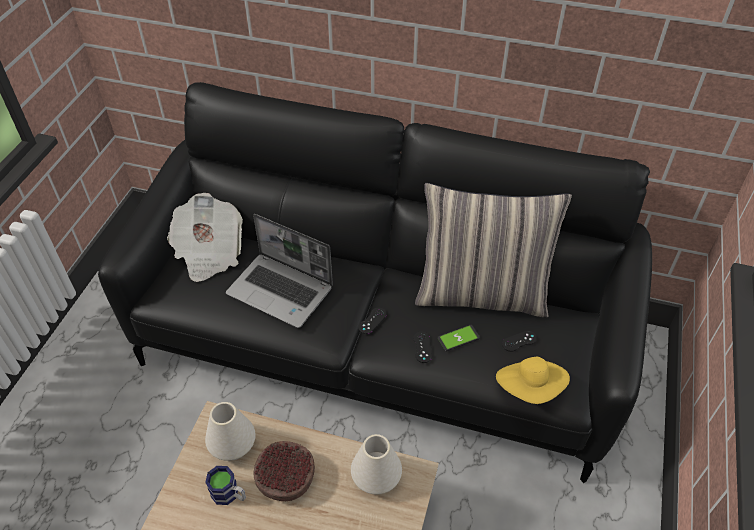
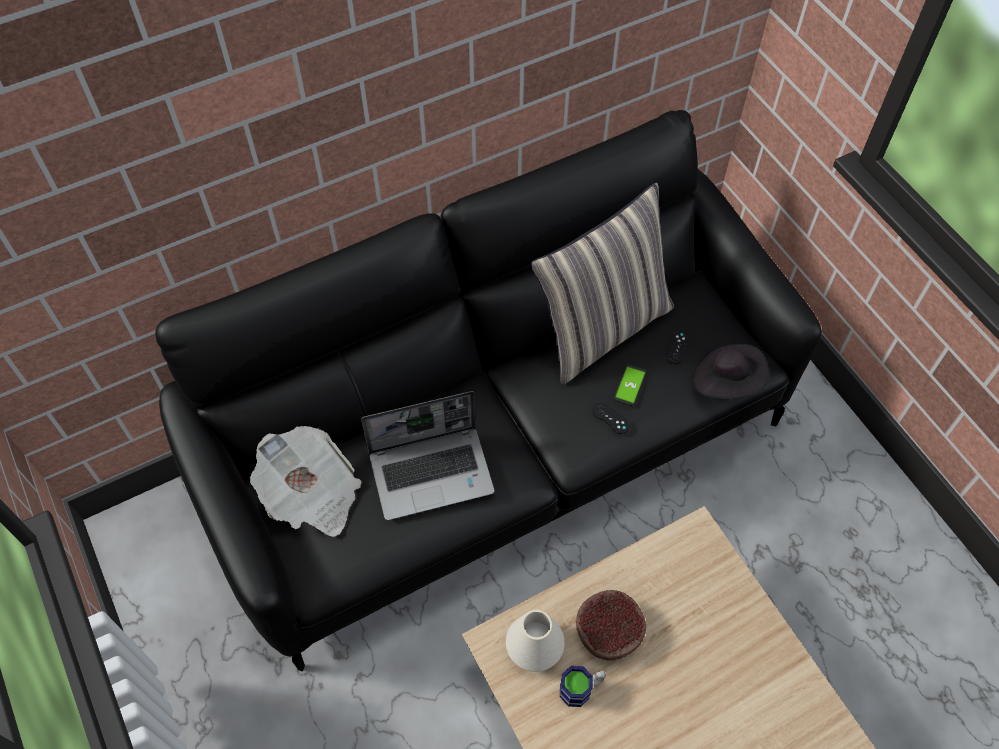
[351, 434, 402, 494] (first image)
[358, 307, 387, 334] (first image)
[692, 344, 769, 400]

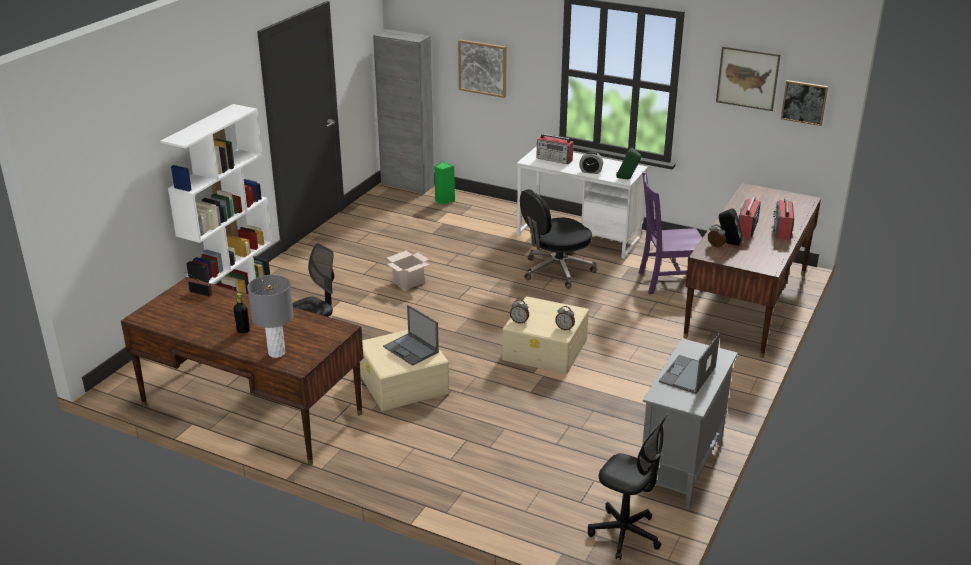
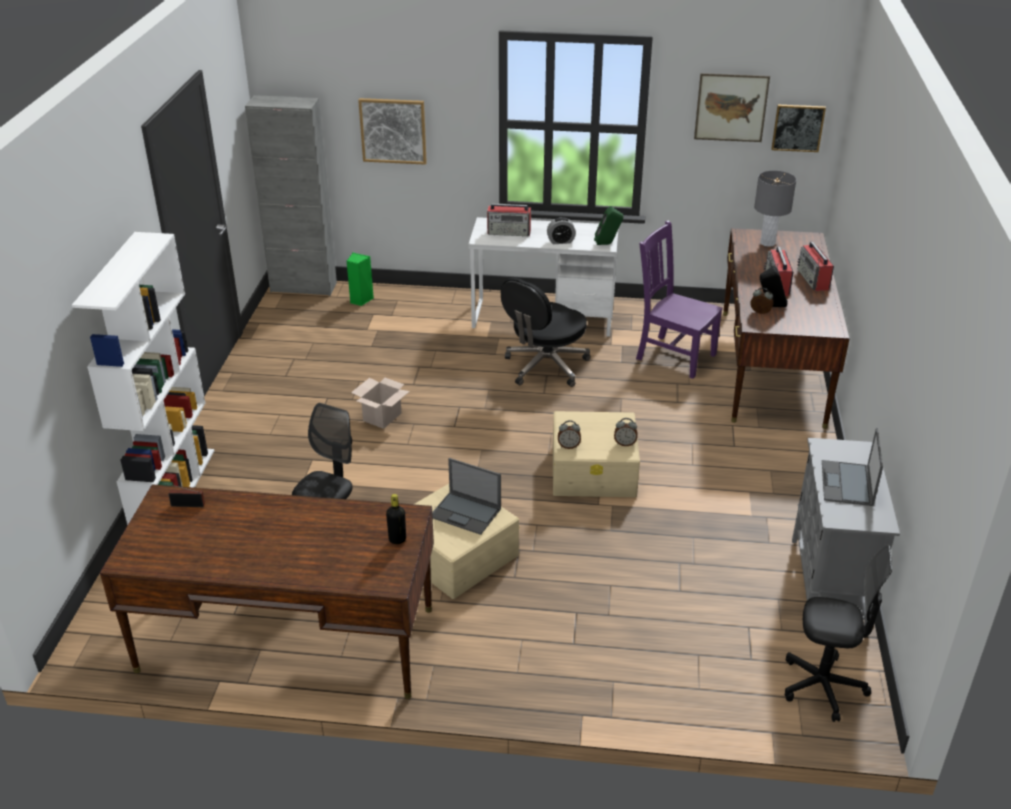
[386, 494, 406, 544]
[754, 170, 797, 247]
[636, 220, 723, 379]

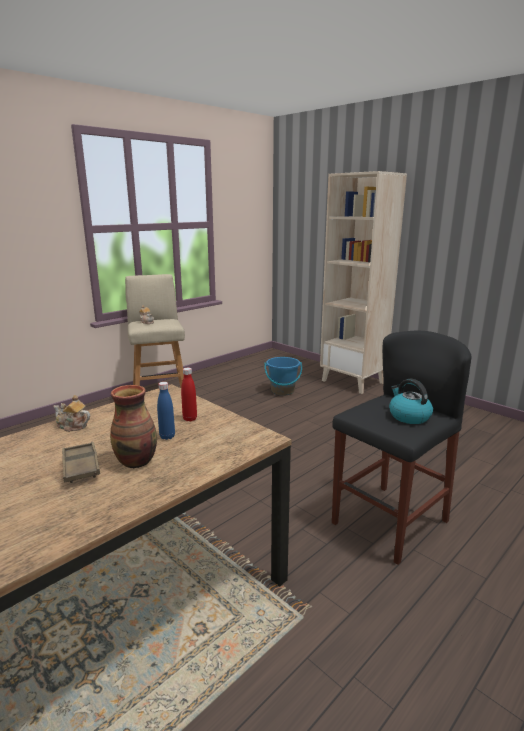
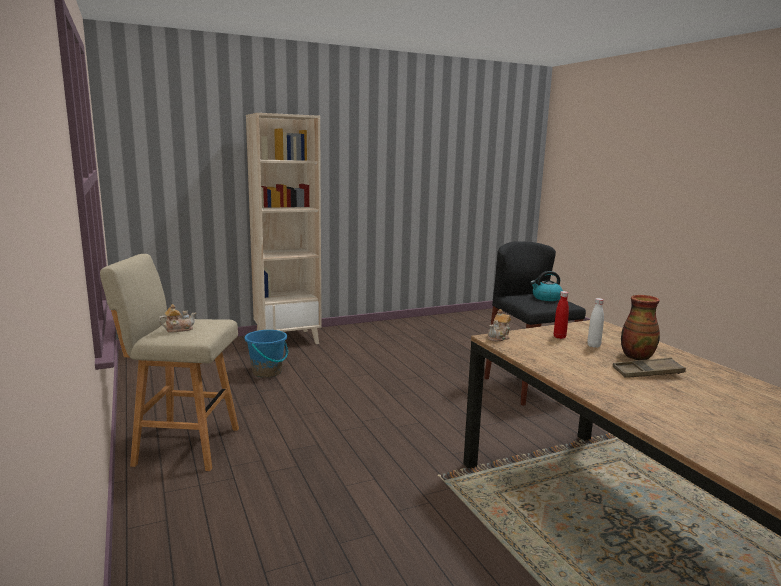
[487, 309, 511, 342]
[587, 298, 604, 348]

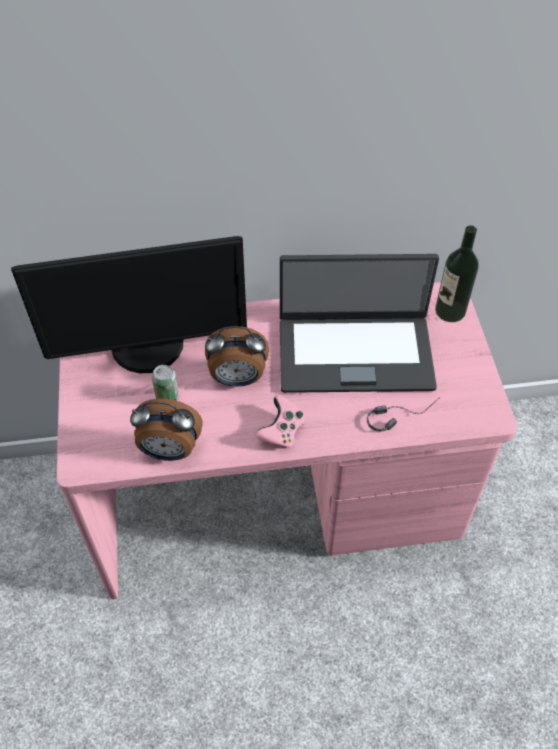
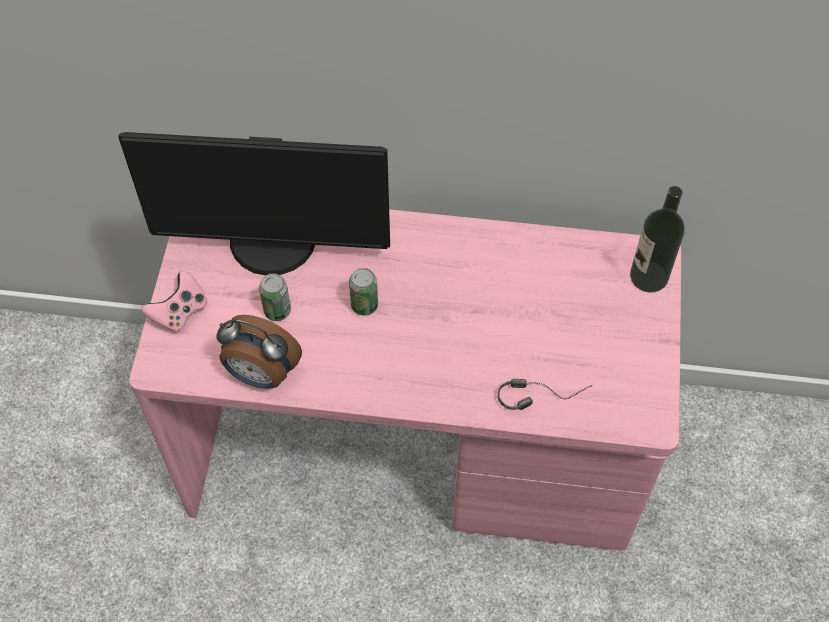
[349, 268, 378, 316]
[141, 270, 208, 332]
[280, 254, 439, 393] (first image)

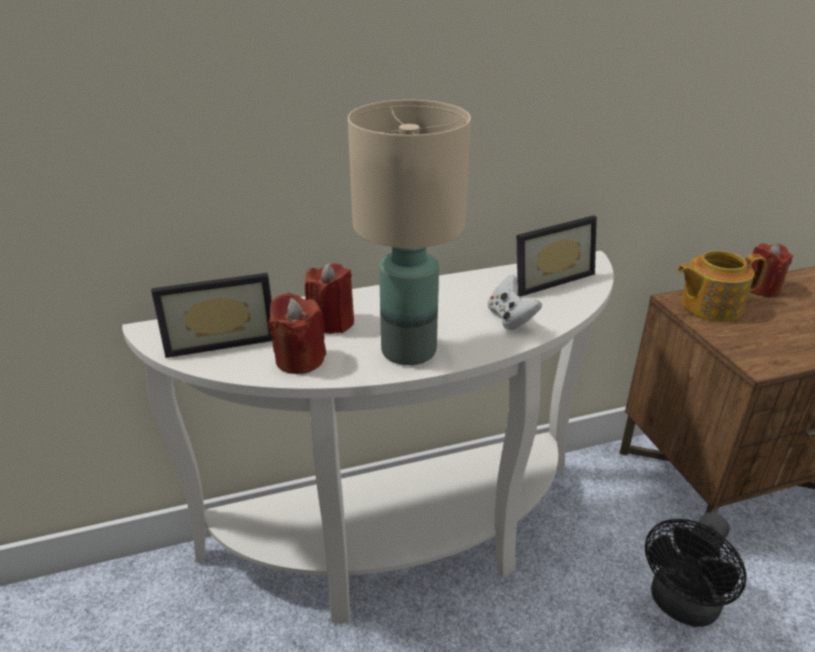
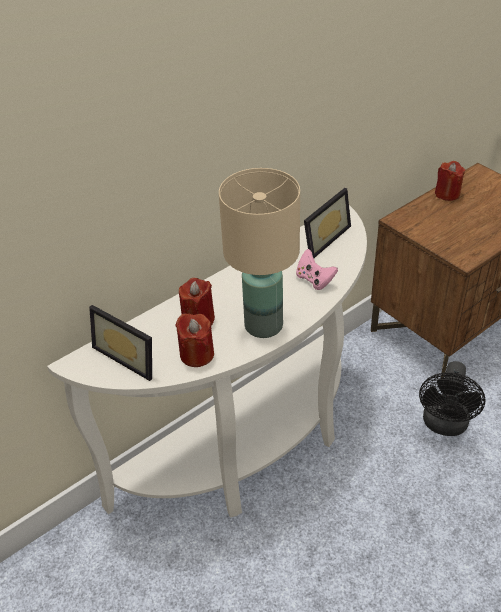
[89, 305, 152, 381]
[296, 249, 338, 290]
[677, 250, 766, 322] (first image)

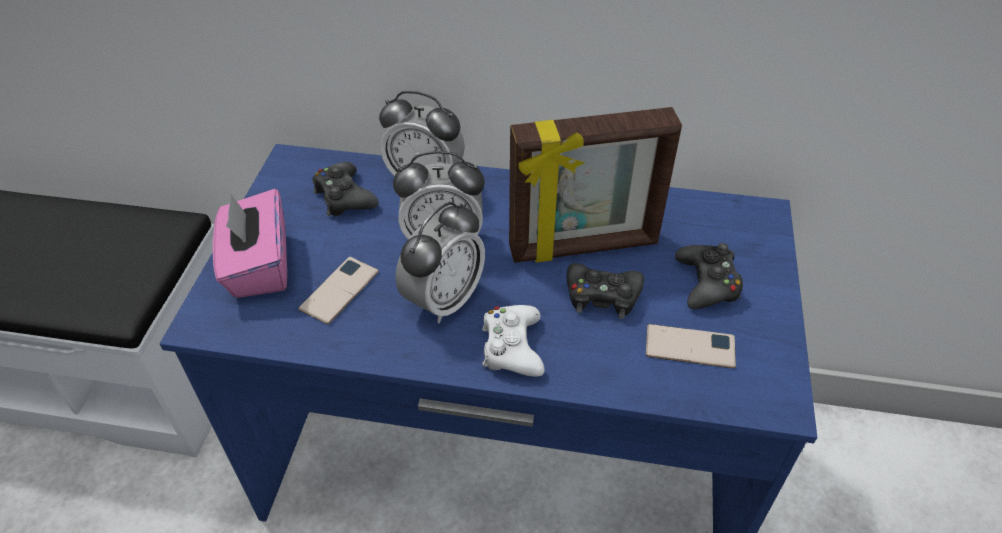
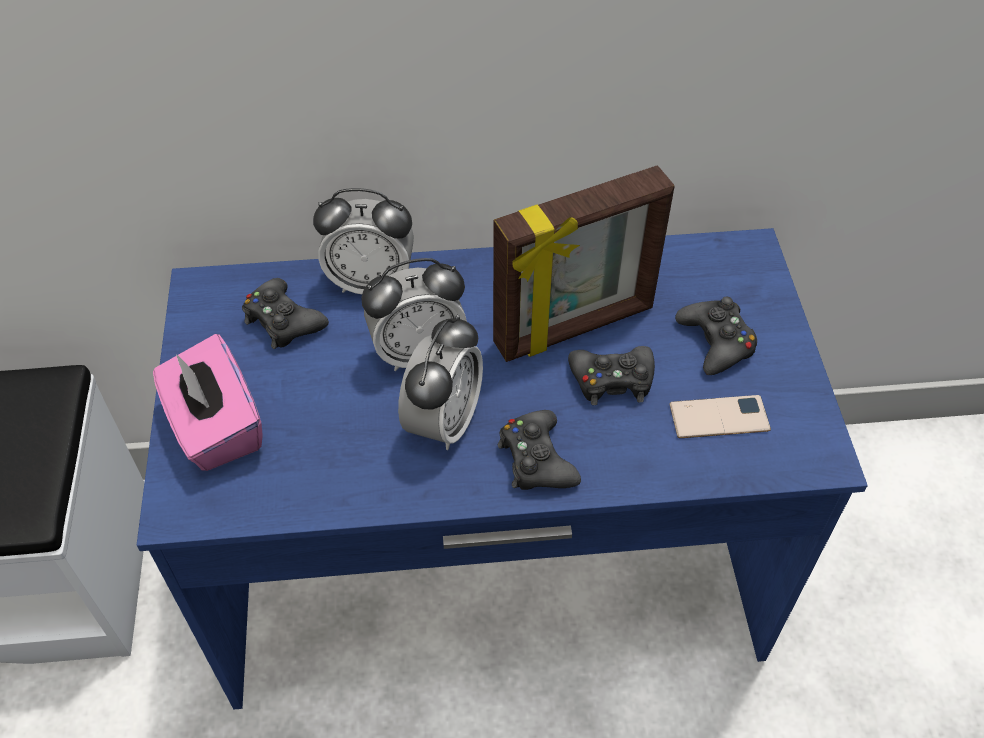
[298, 257, 379, 324] (first image)
[498, 410, 581, 490]

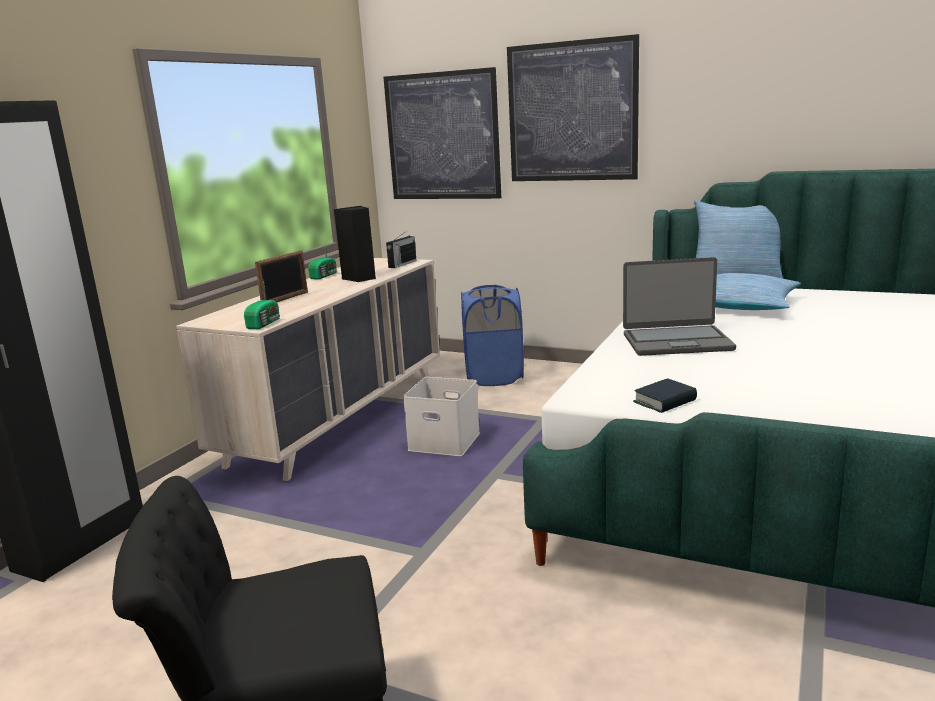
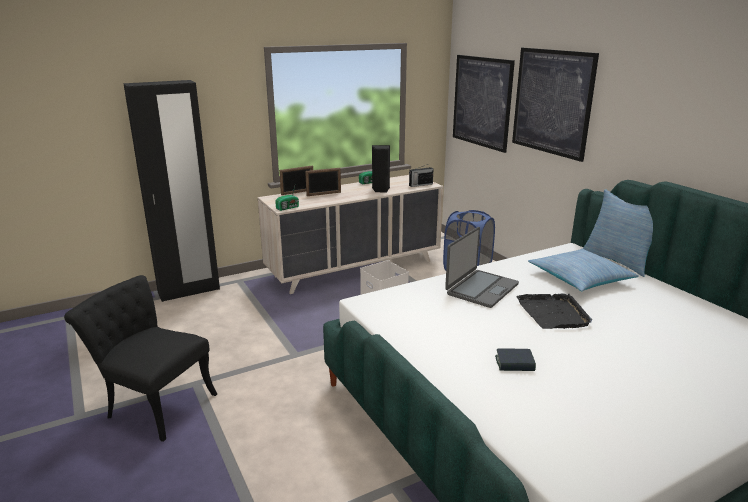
[445, 227, 519, 308]
[495, 348, 536, 371]
[279, 165, 313, 195]
[516, 293, 592, 329]

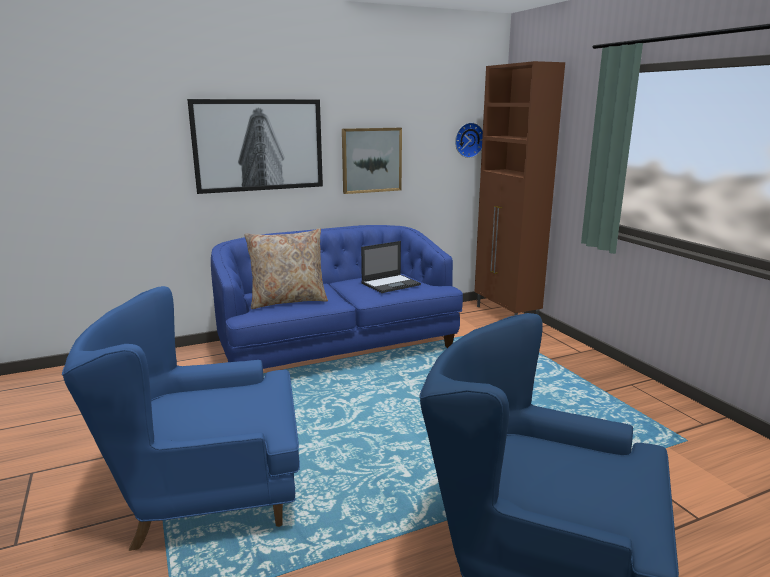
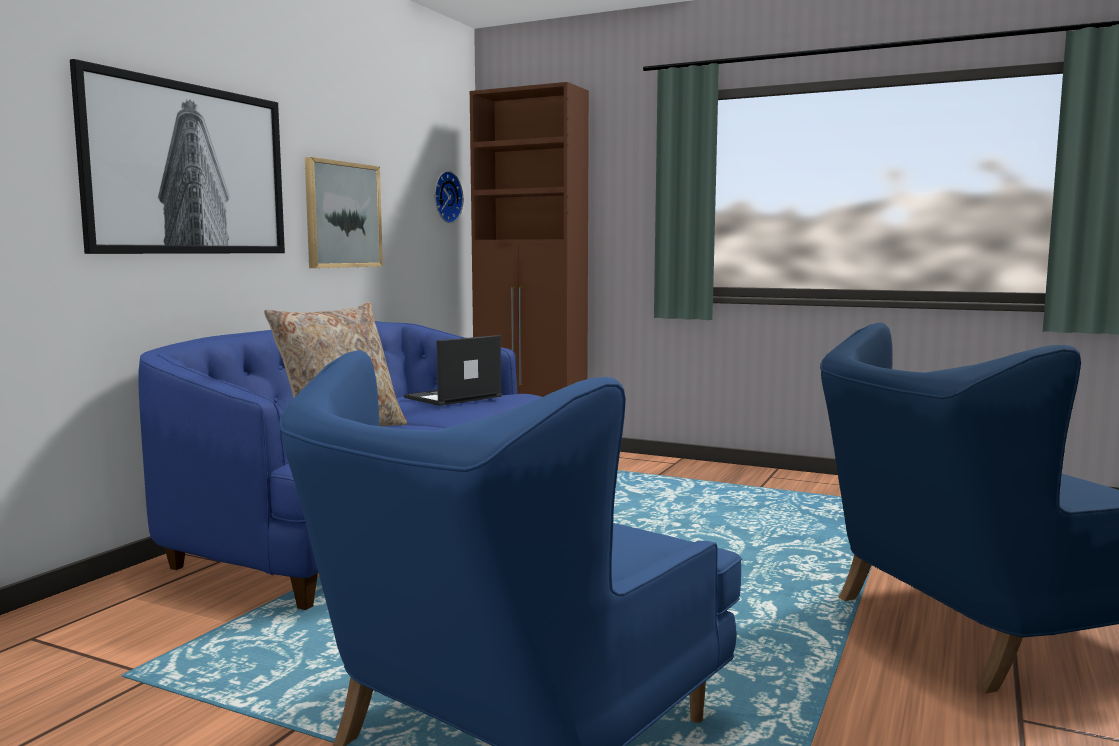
[404, 335, 502, 406]

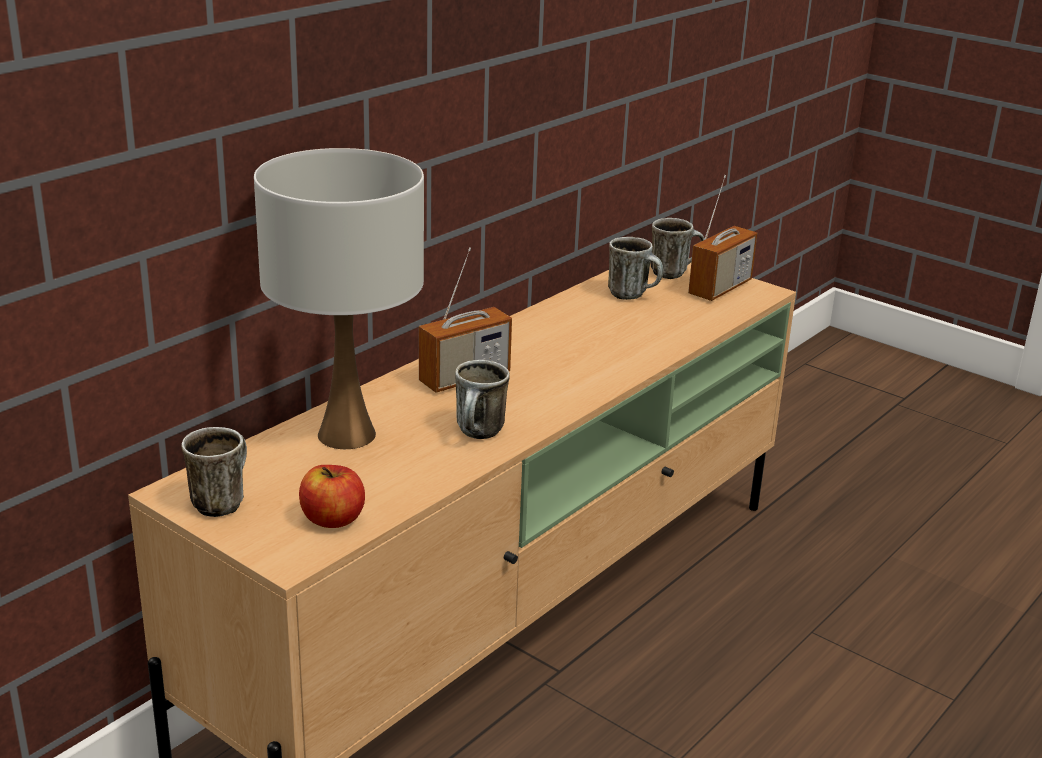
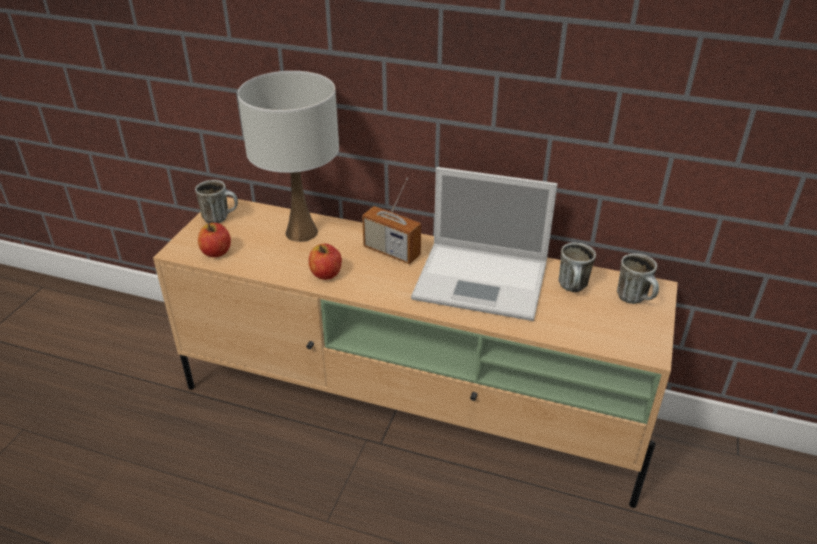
[309, 244, 342, 280]
[688, 175, 757, 301] (first image)
[411, 167, 558, 321]

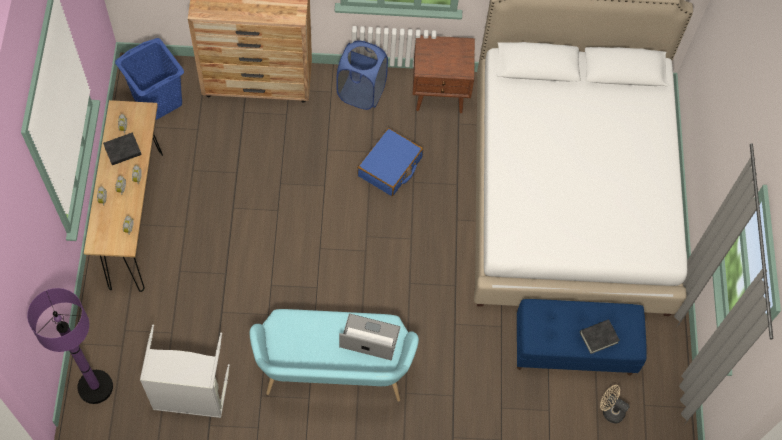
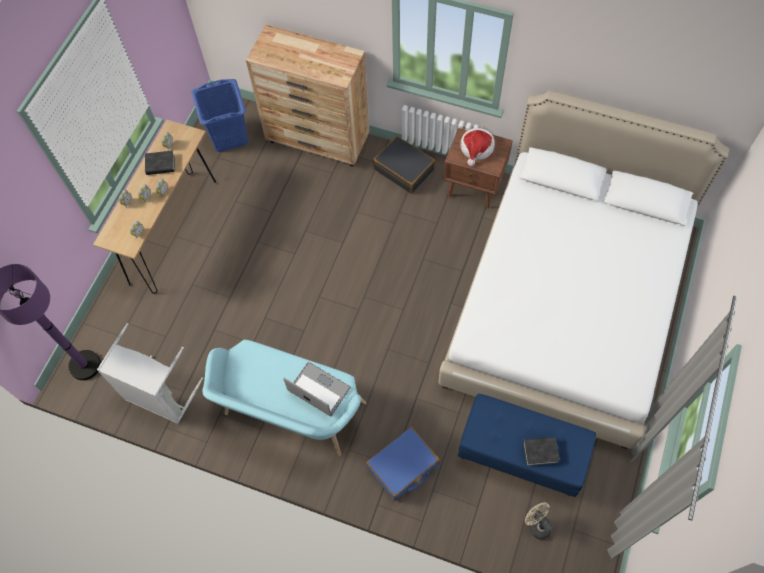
[373, 136, 435, 194]
[366, 426, 440, 501]
[460, 128, 495, 166]

